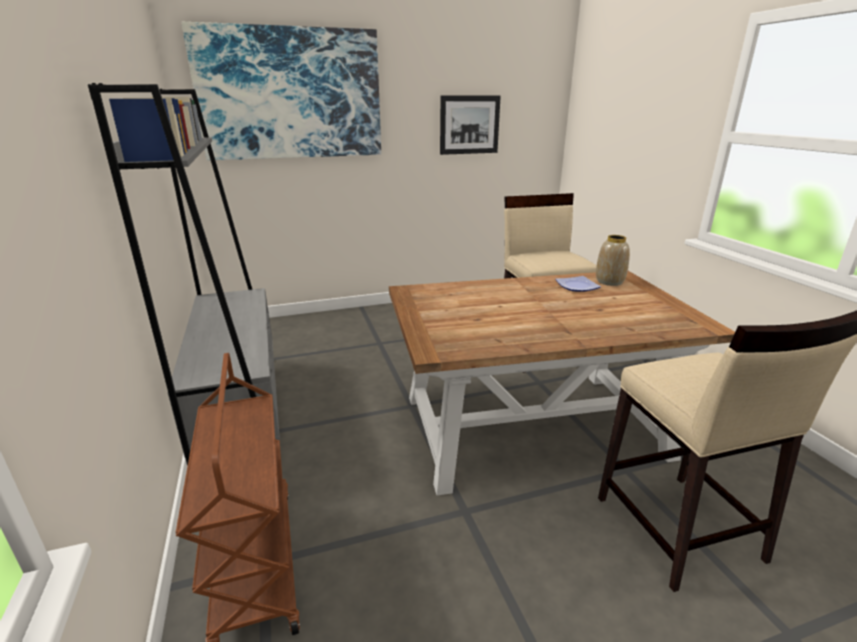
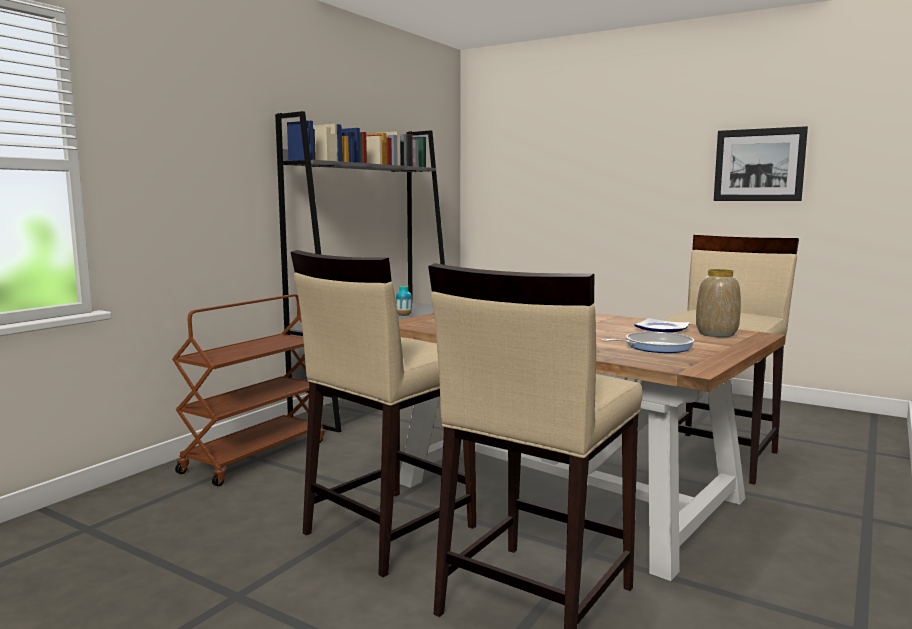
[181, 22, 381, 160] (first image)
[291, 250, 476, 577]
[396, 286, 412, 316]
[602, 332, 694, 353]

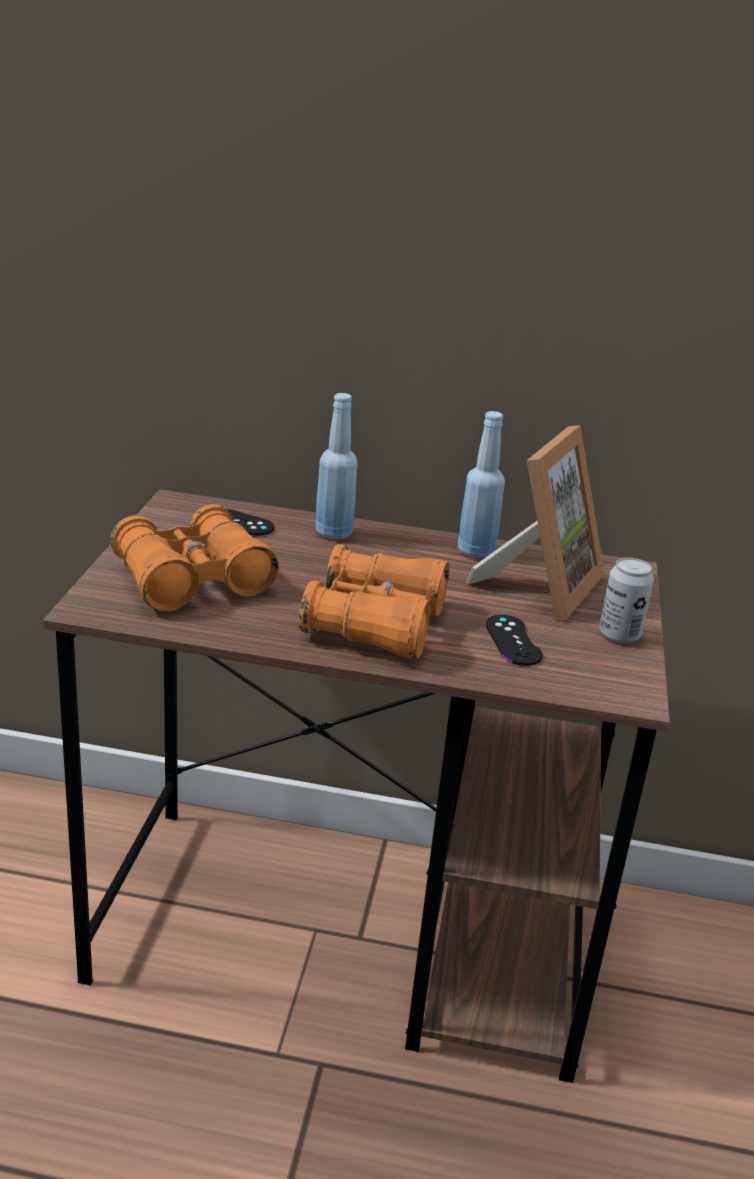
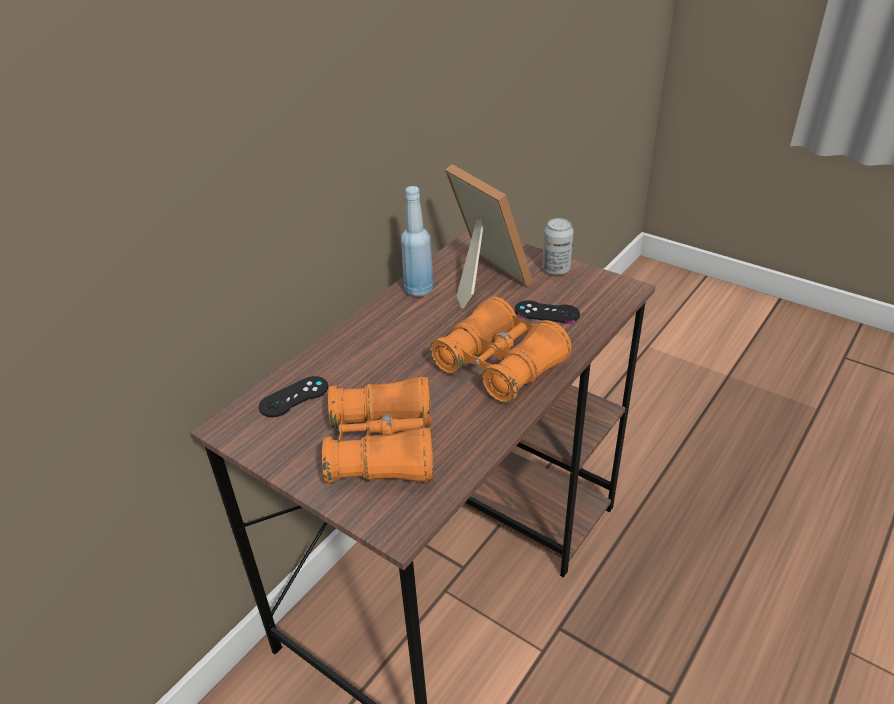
[315, 393, 357, 539] (first image)

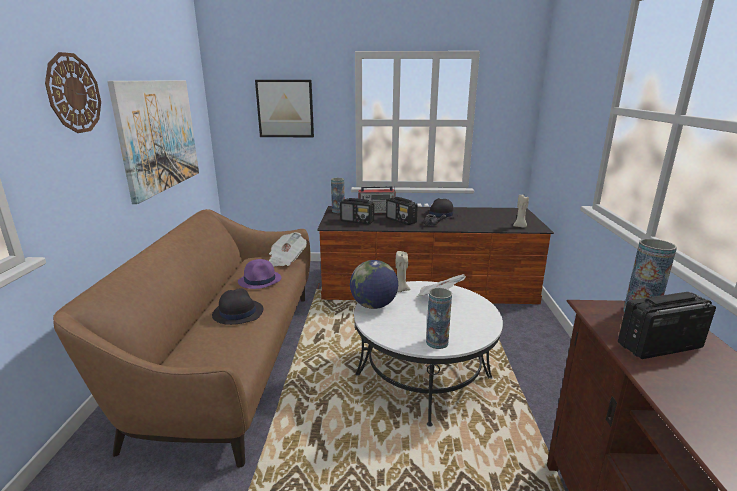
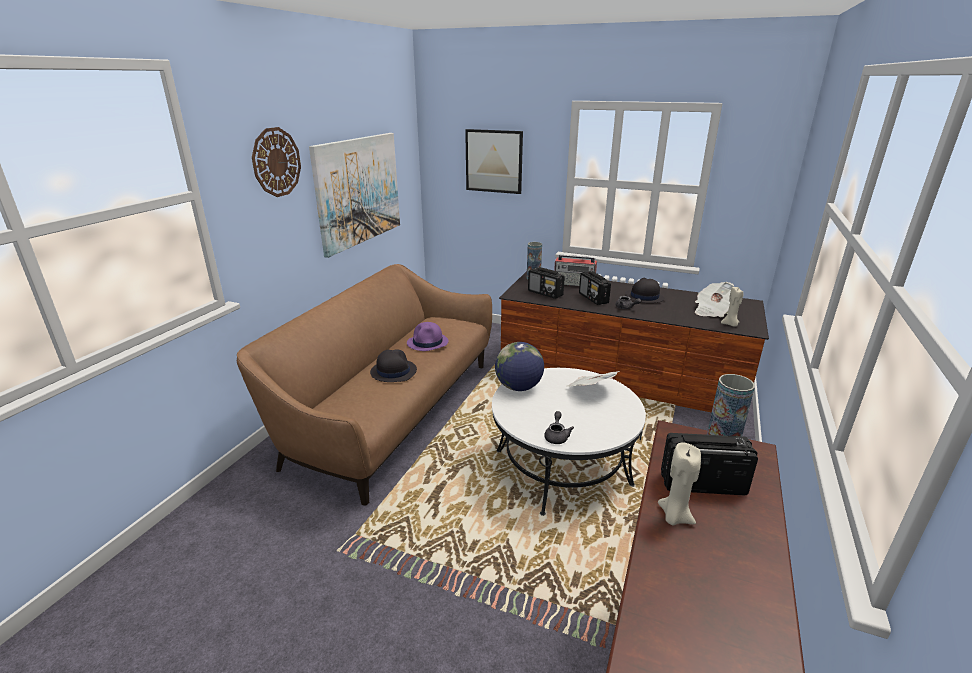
[695, 282, 734, 318]
[658, 443, 701, 526]
[544, 411, 574, 444]

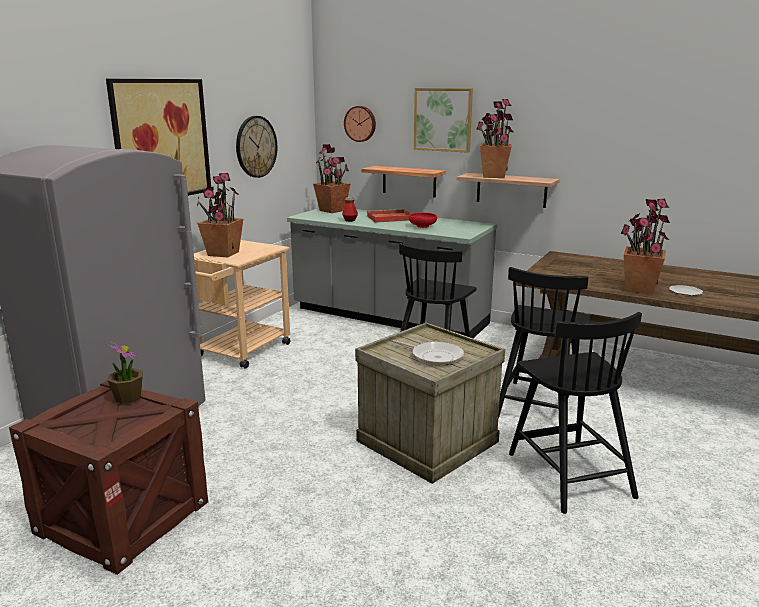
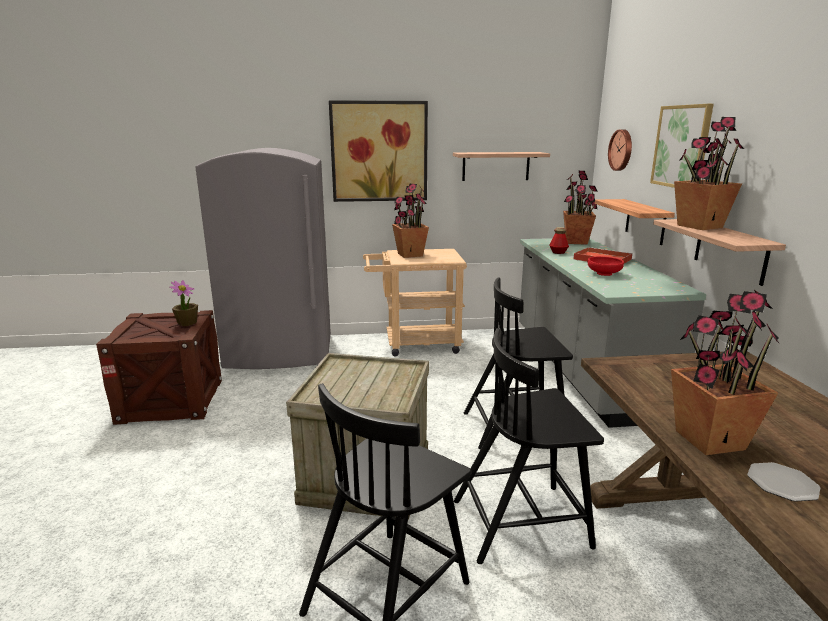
[453, 152, 550, 181]
[393, 340, 464, 366] (first image)

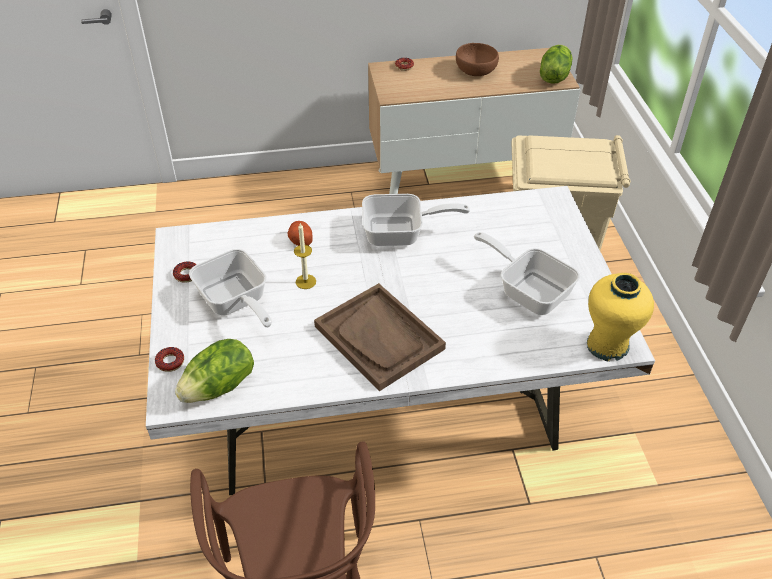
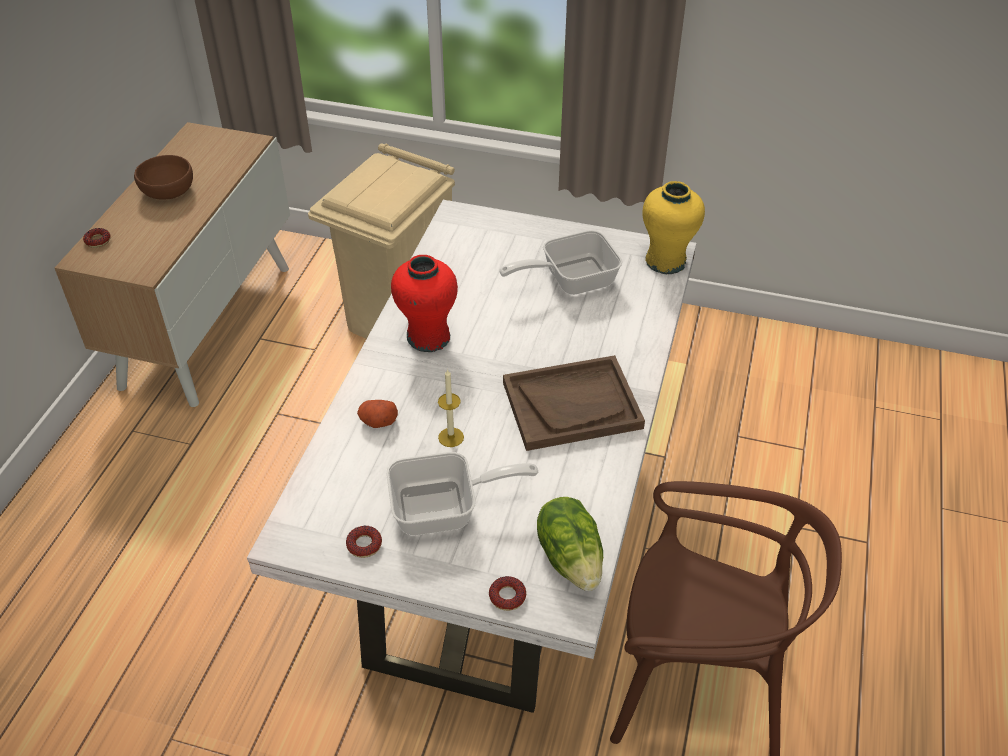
[391, 255, 458, 352]
[540, 45, 573, 84] (first image)

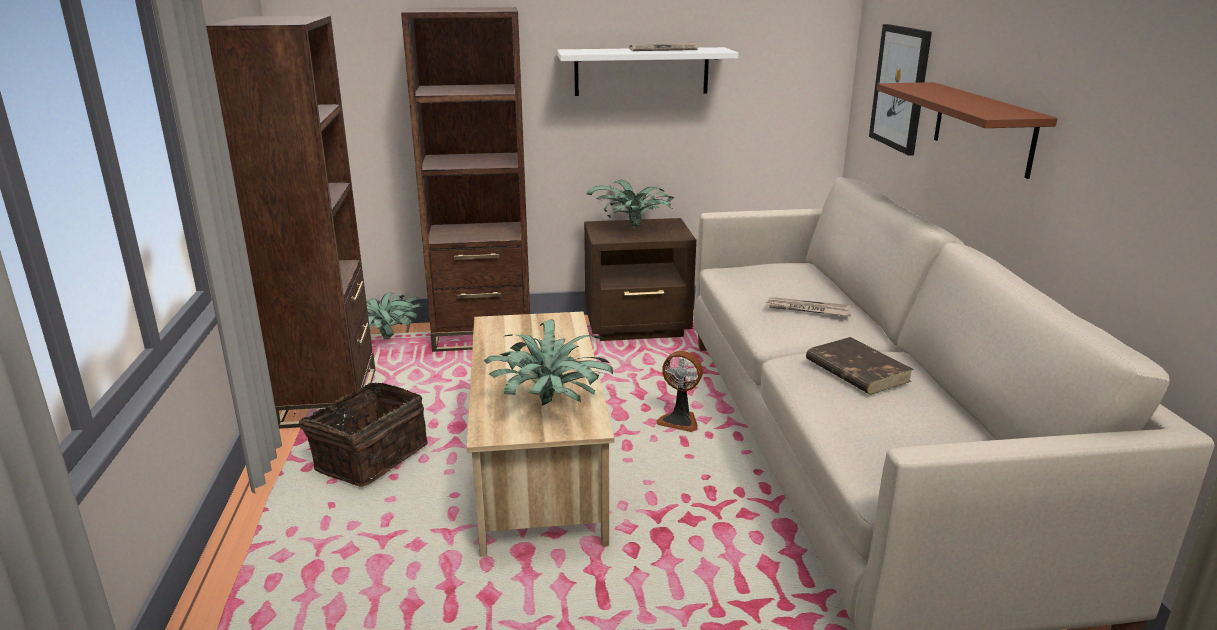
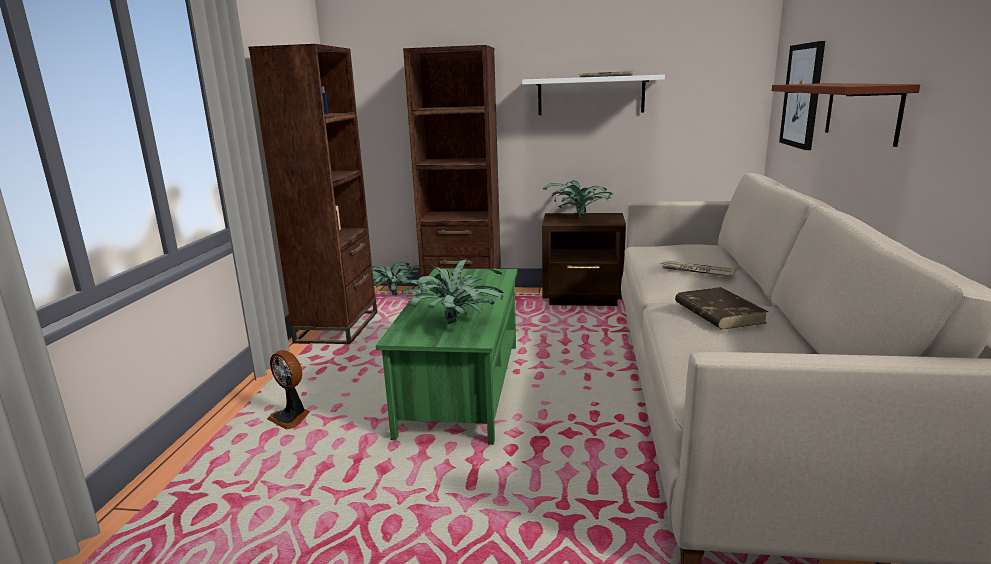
[293, 383, 428, 487] (first image)
[376, 268, 517, 445]
[267, 350, 310, 430]

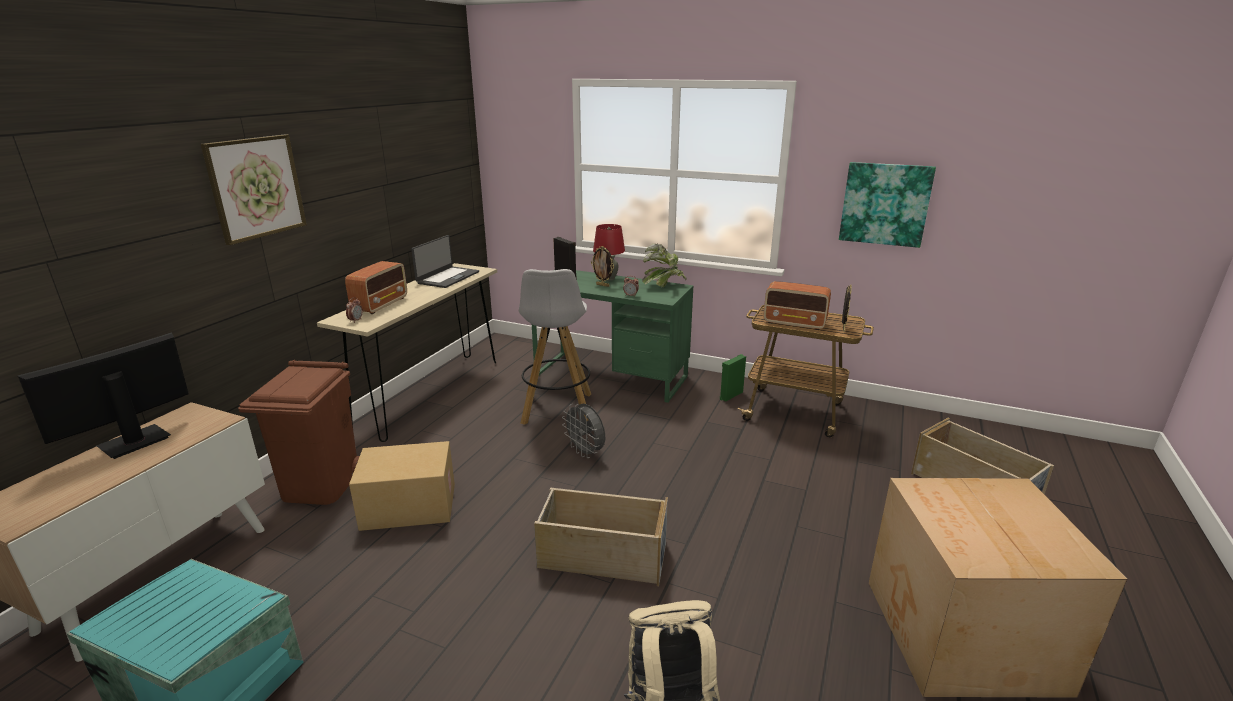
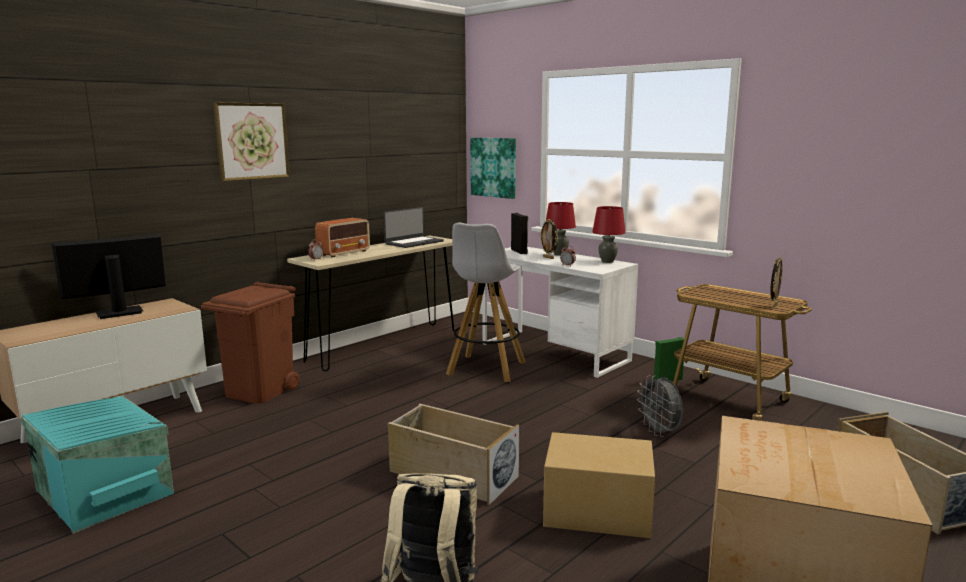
[543, 432, 655, 538]
[482, 247, 638, 378]
[637, 375, 683, 437]
[592, 206, 626, 263]
[763, 281, 831, 330] (first image)
[470, 138, 516, 199]

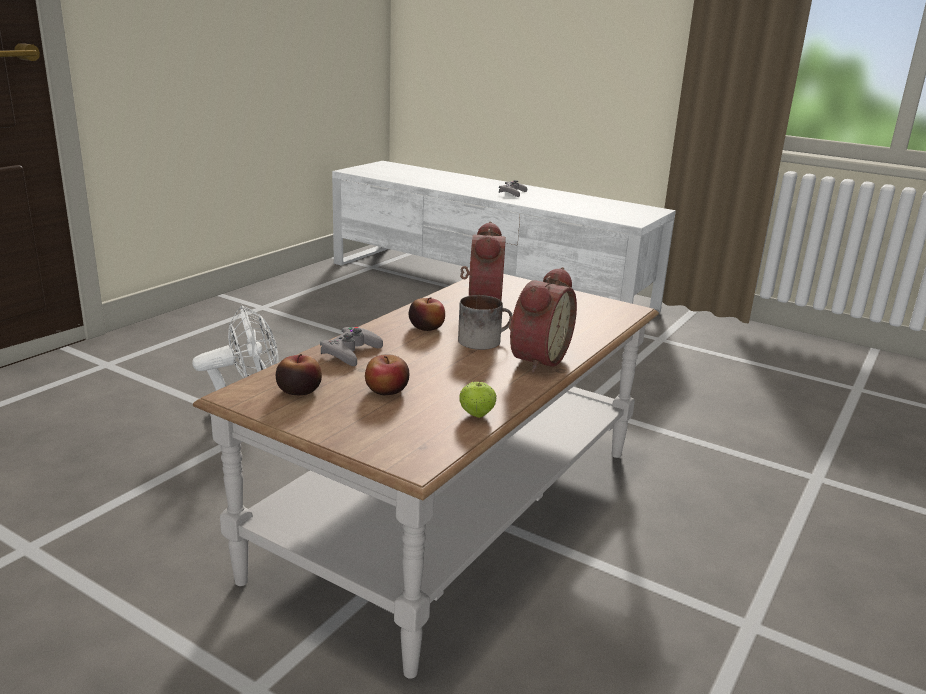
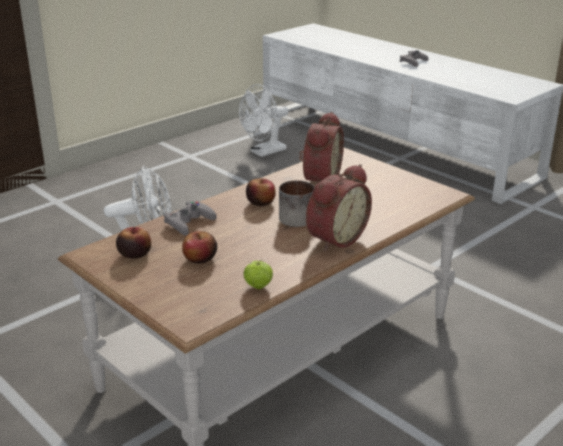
[239, 84, 288, 157]

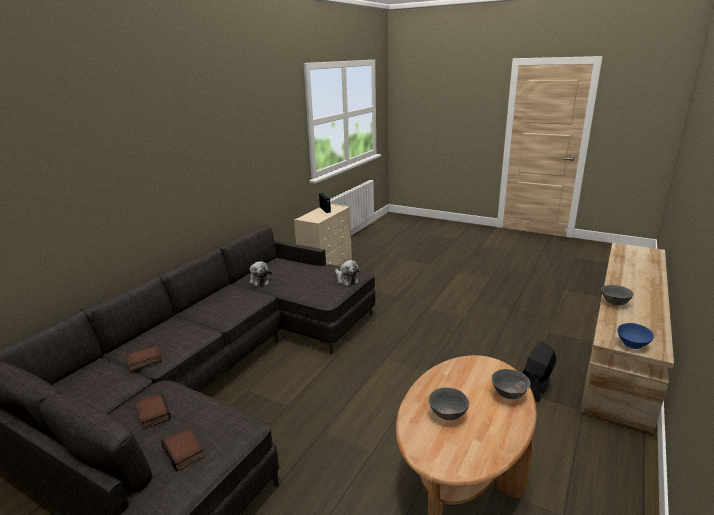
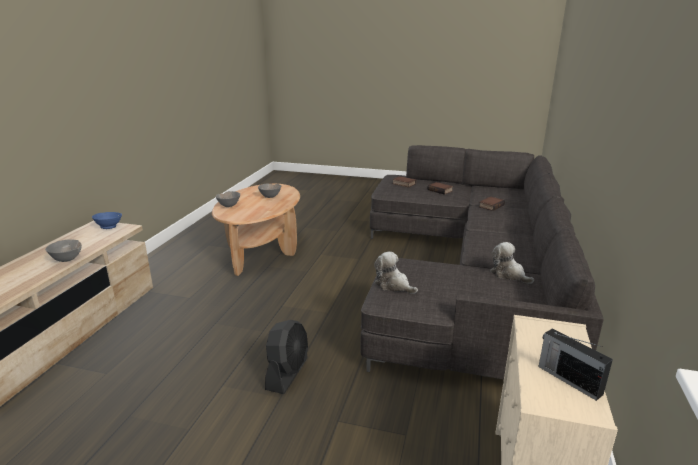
[265, 320, 308, 394]

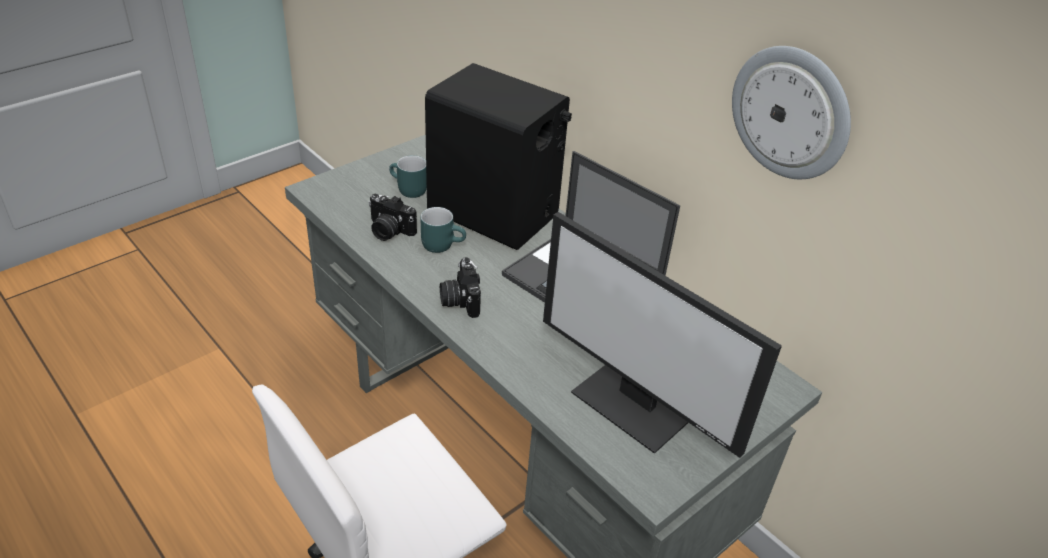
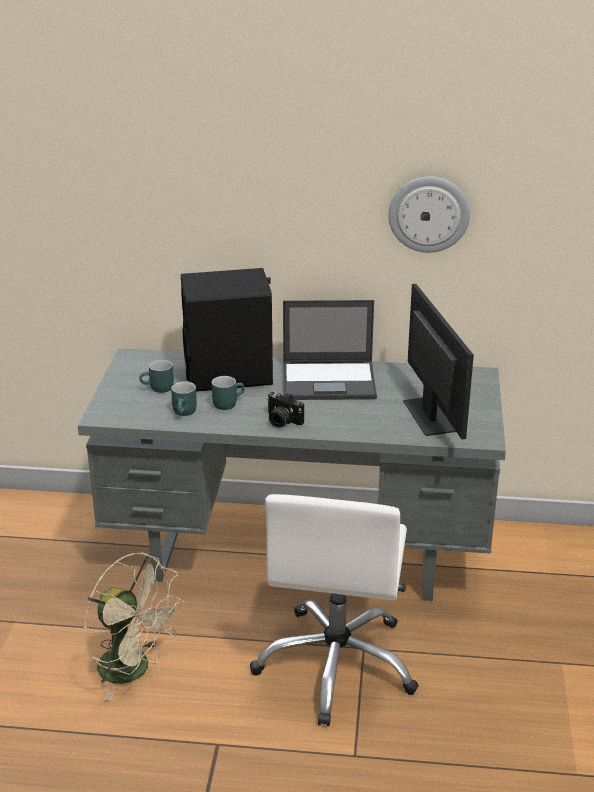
[171, 381, 197, 416]
[403, 284, 474, 439]
[83, 552, 184, 701]

